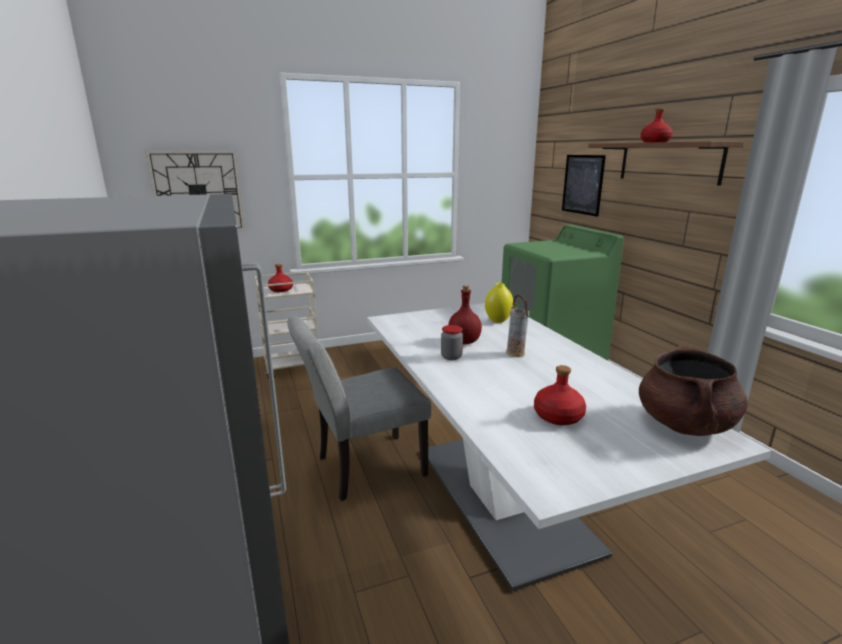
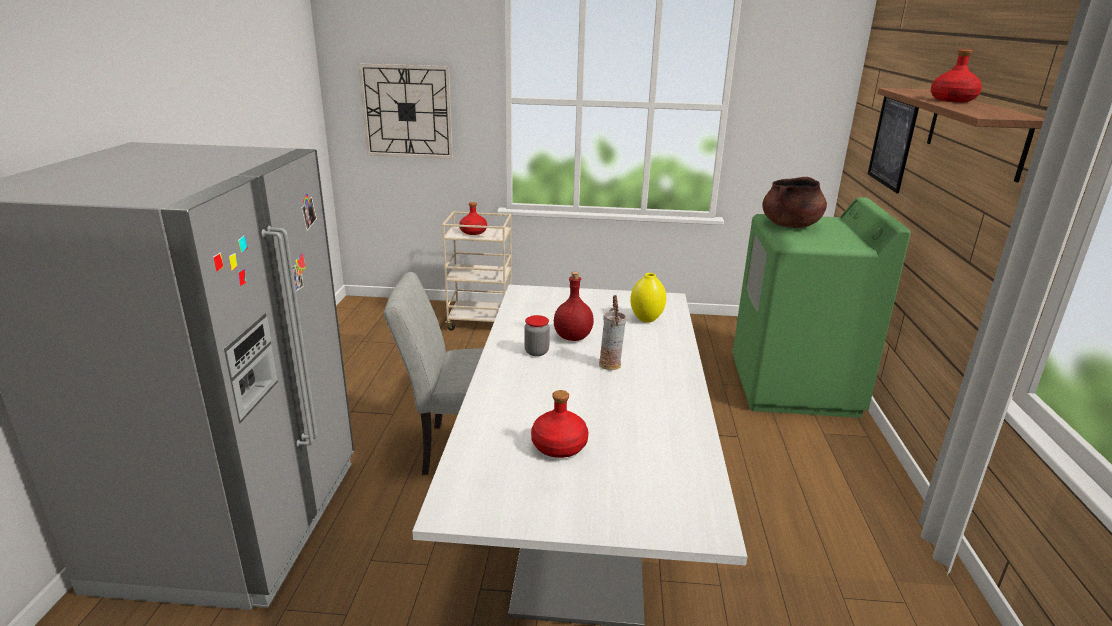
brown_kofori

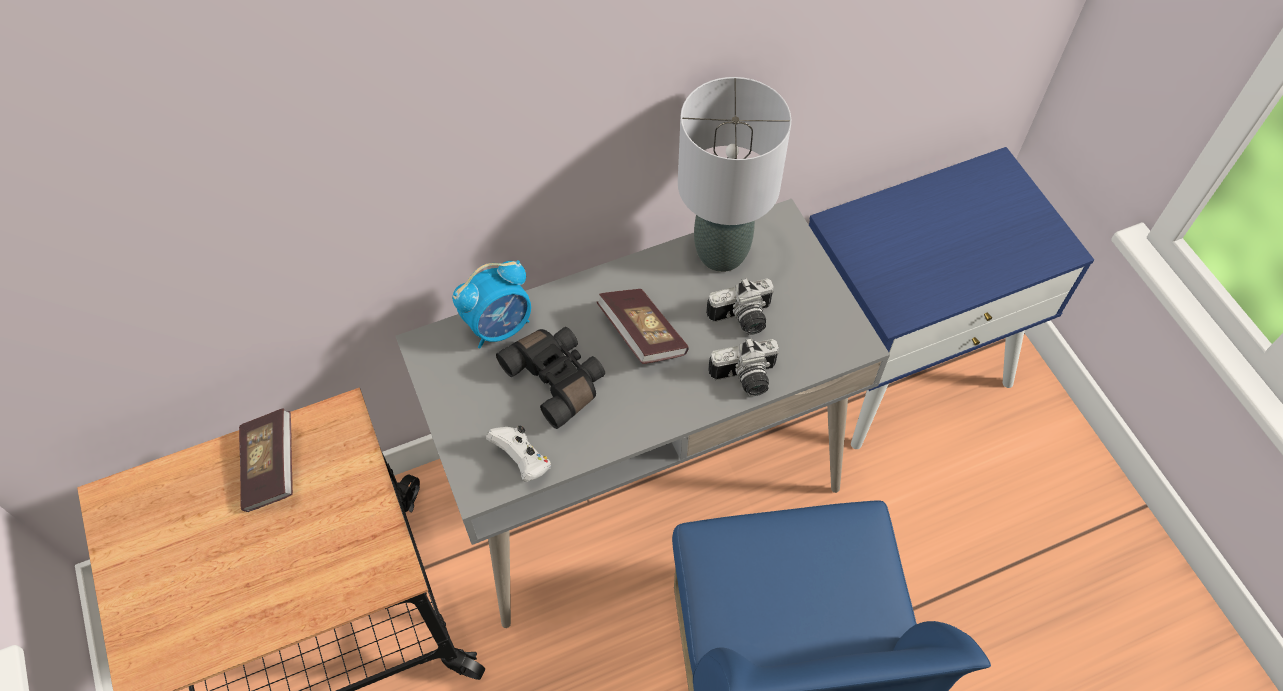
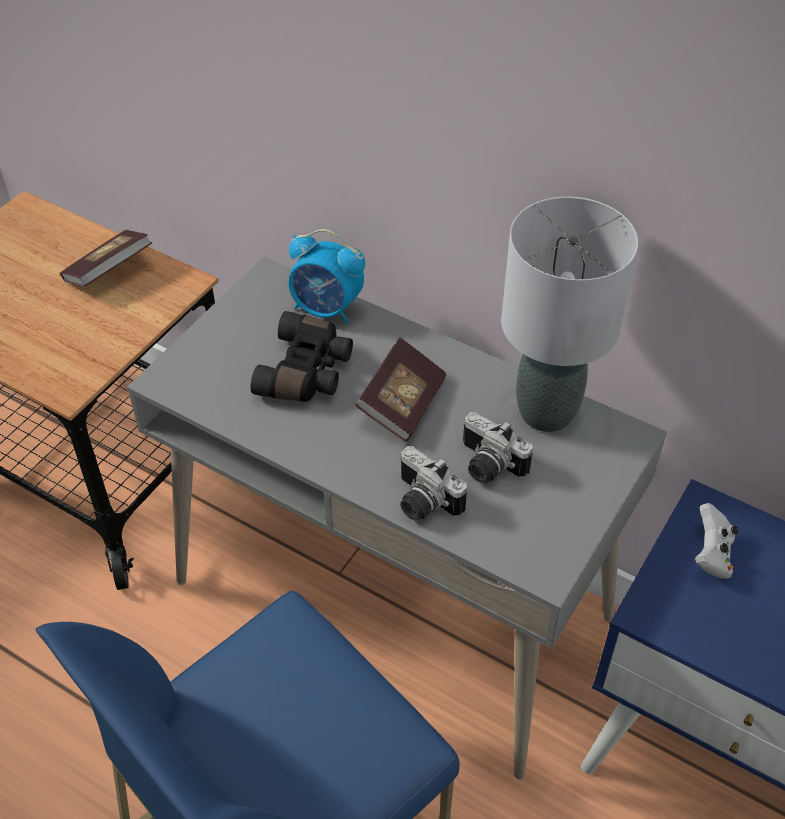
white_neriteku

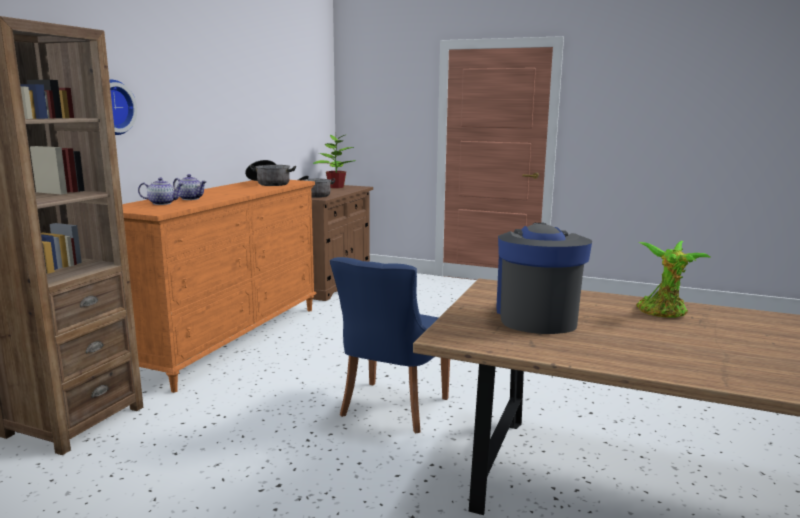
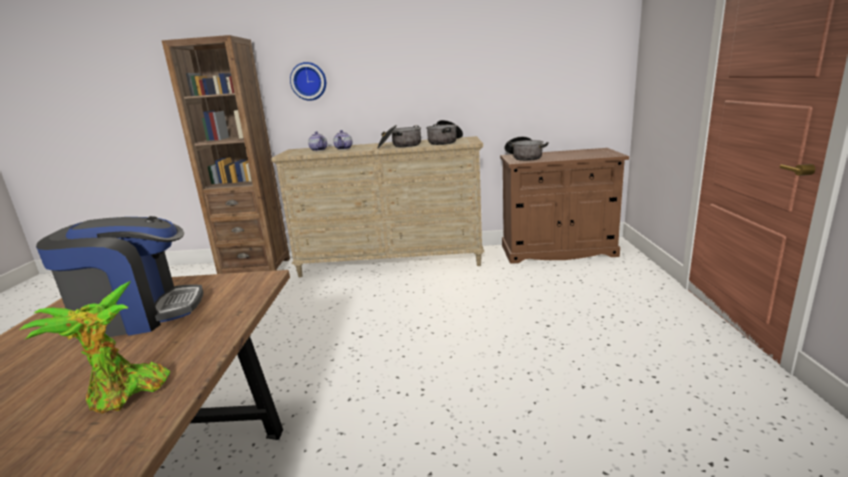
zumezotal (no. 1 from left in the first image); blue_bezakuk; kofori (no. 1 from left); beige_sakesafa

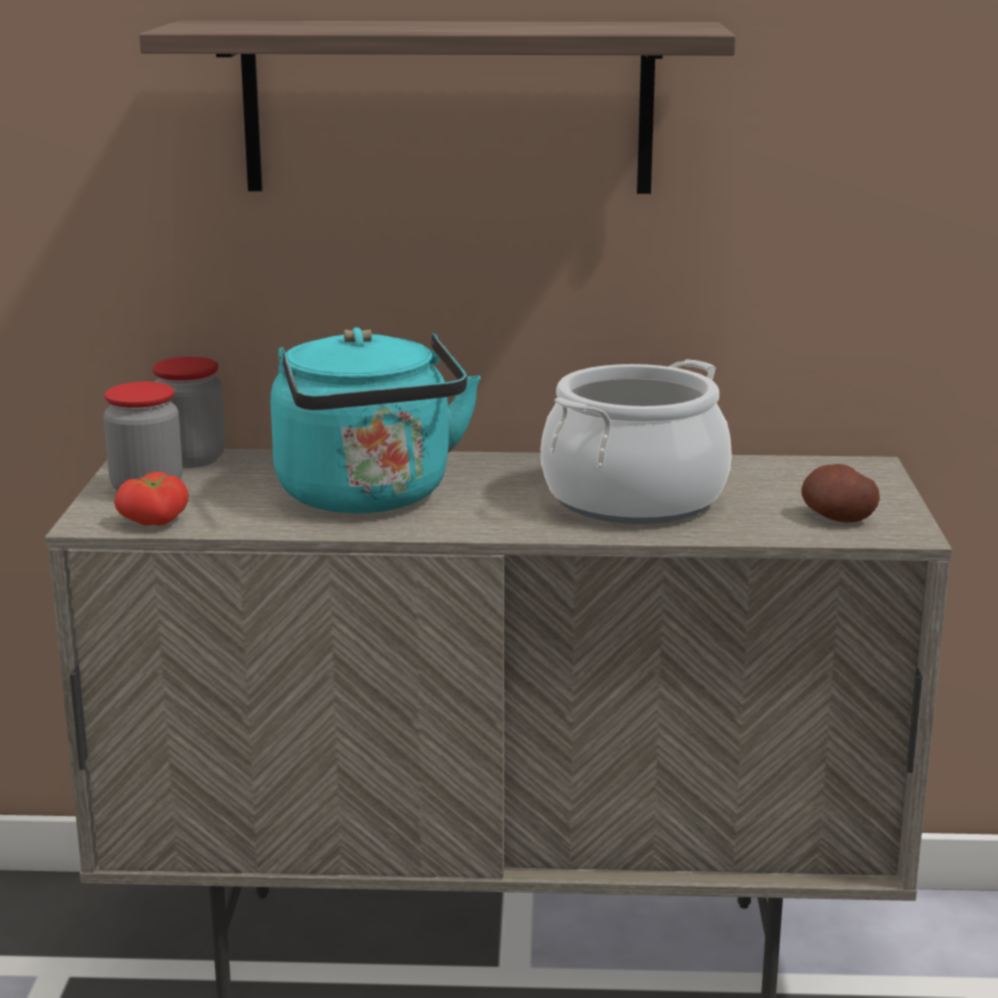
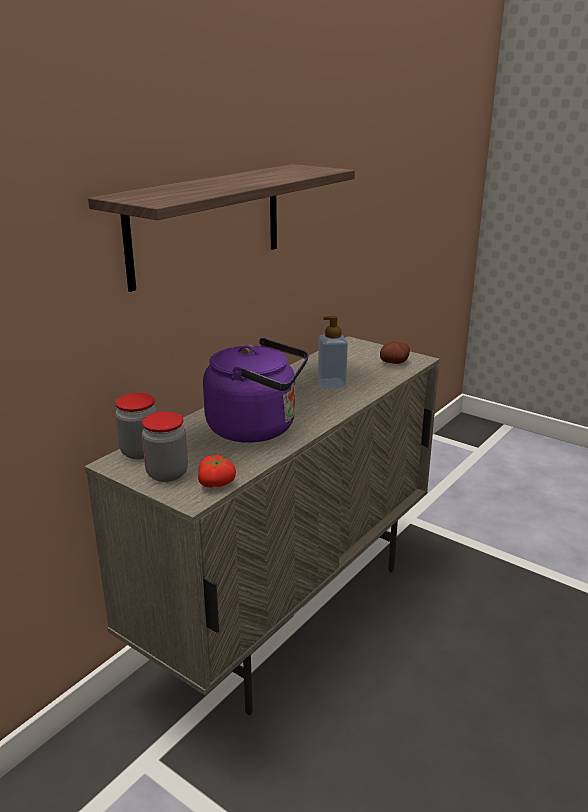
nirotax; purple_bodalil

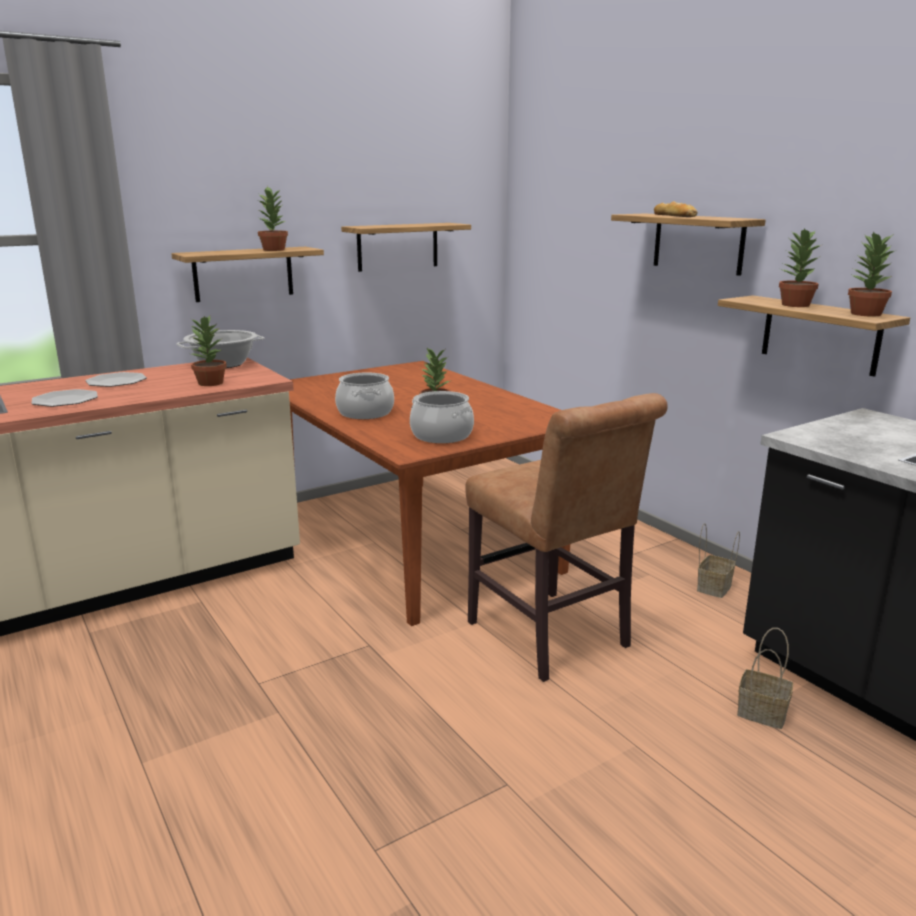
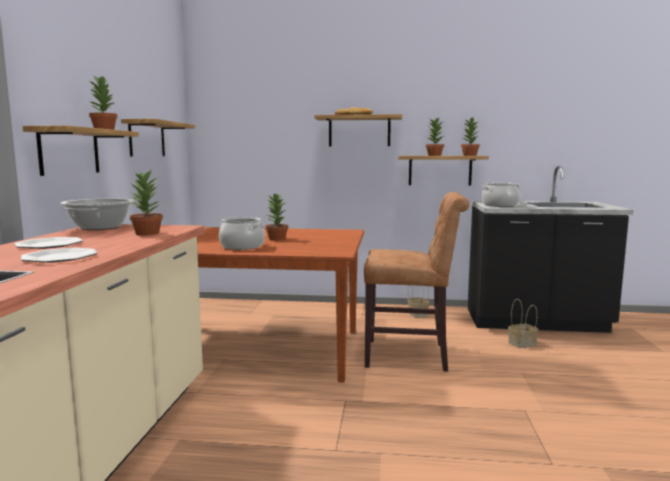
kofori (no. 3 from left)

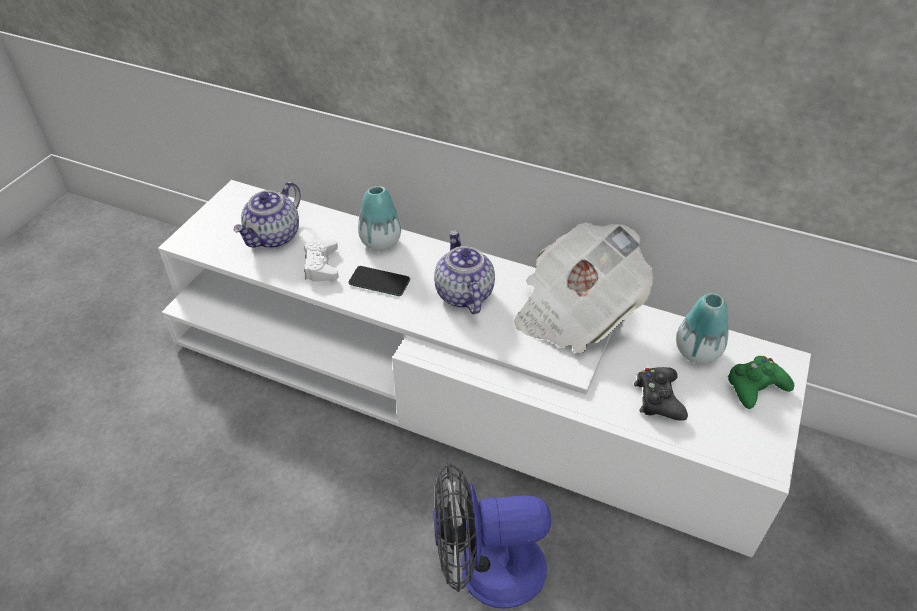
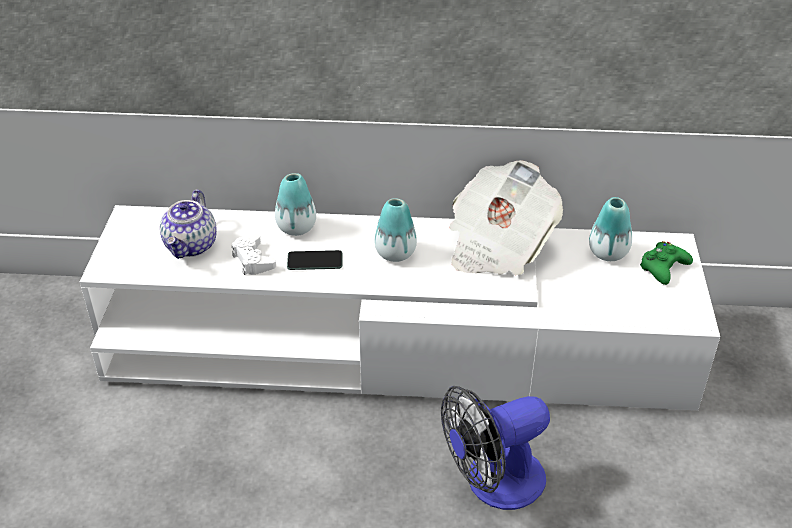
black_neriteku; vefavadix (no. 2 from left)

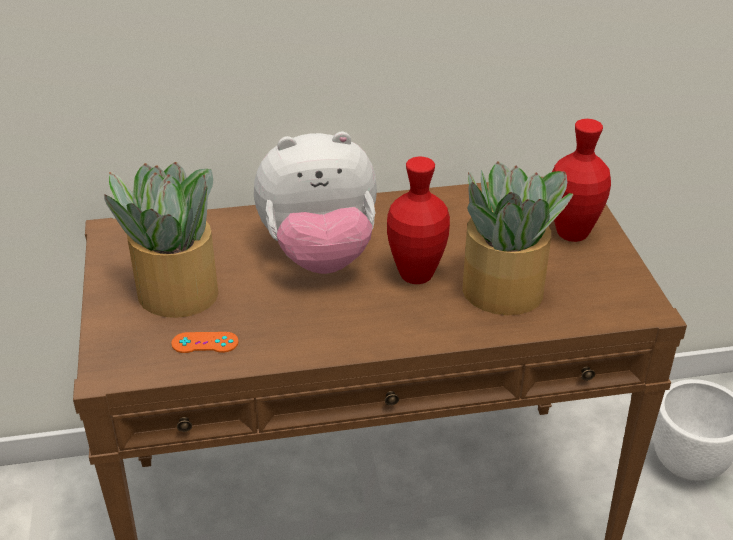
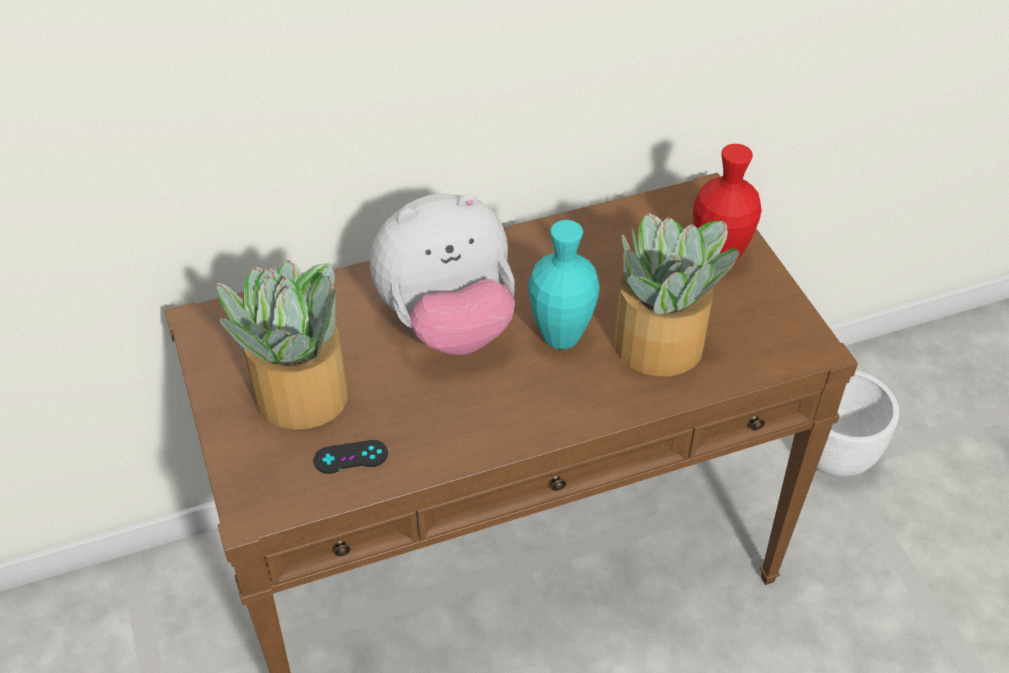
black_neriteku; turquoise_vefavadix

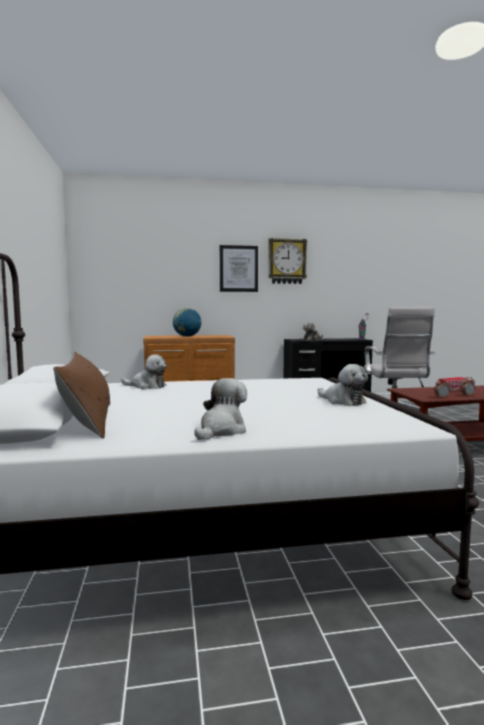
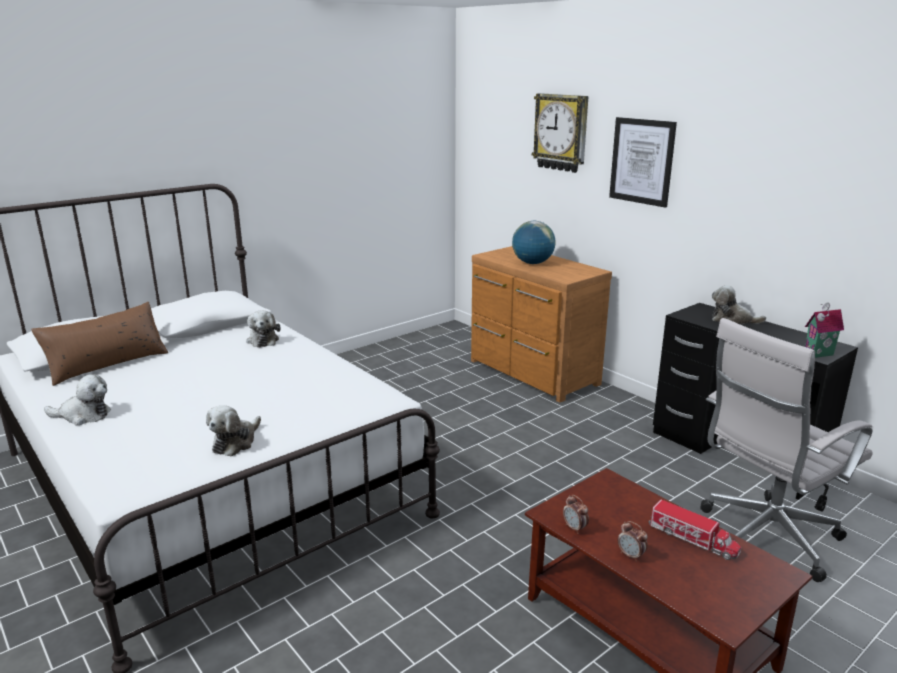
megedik

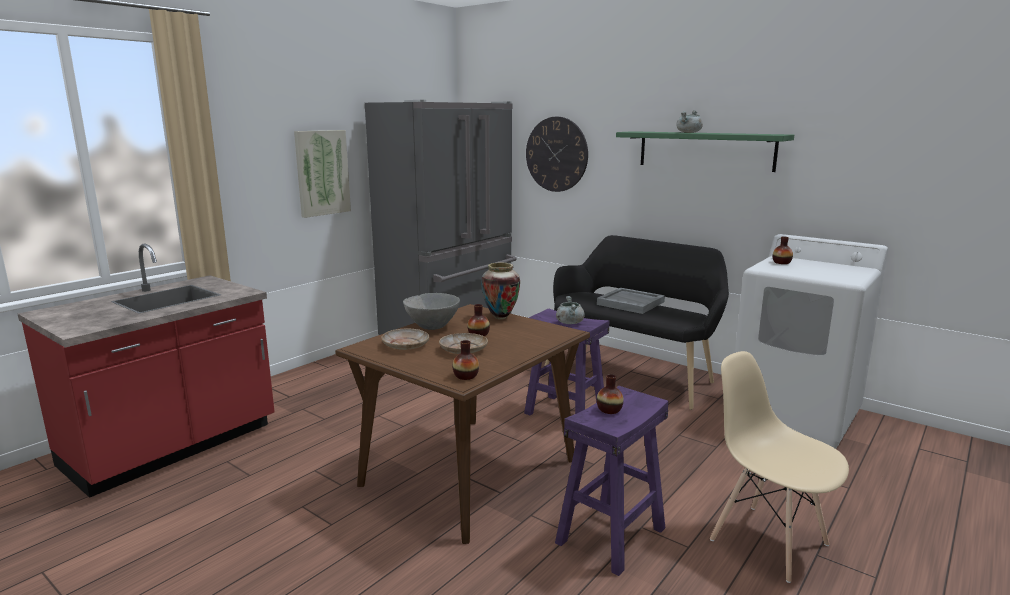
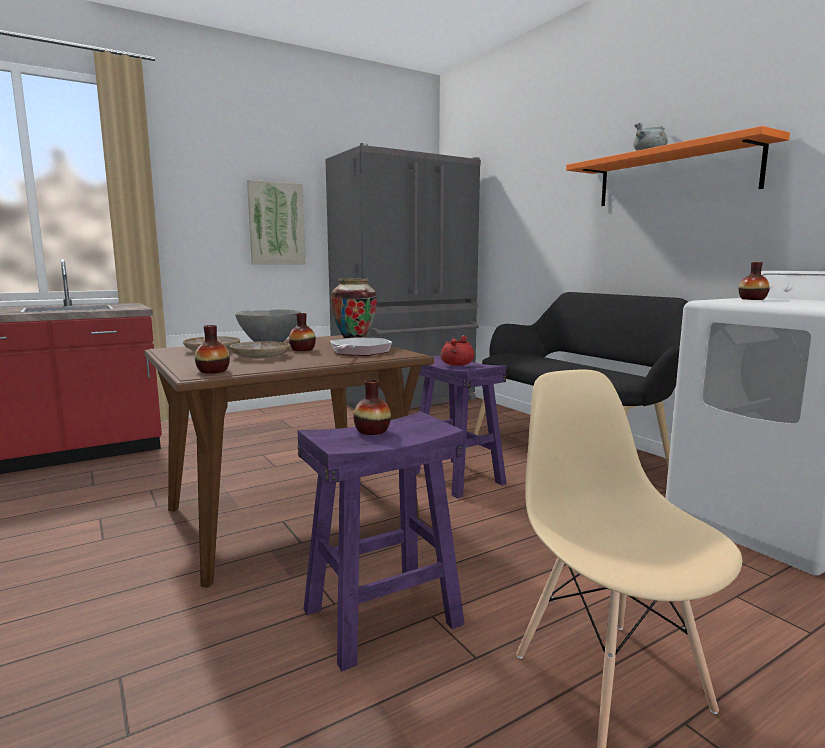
megedik; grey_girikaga; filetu; red_kofori; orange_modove

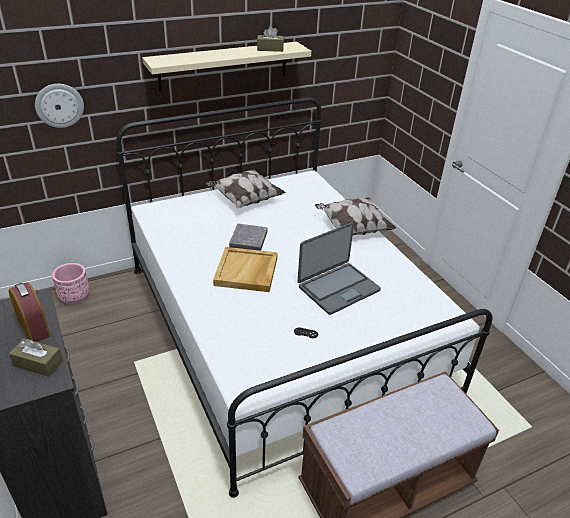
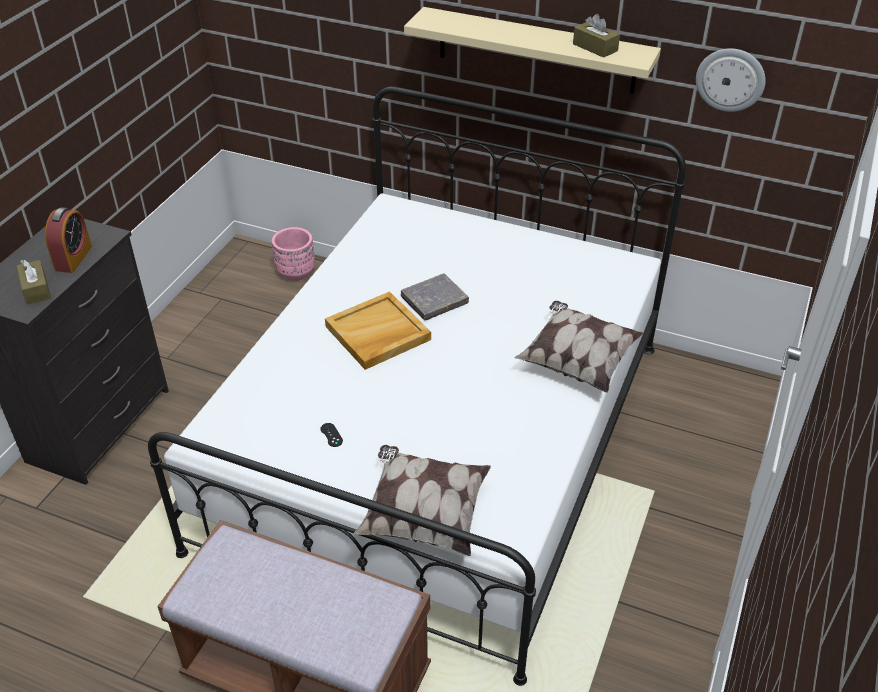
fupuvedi; megedik; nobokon (no. 1 from left)

